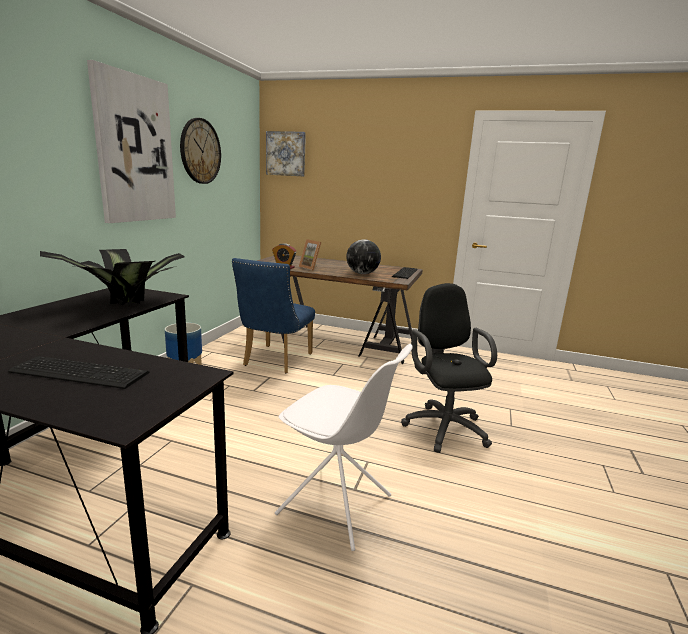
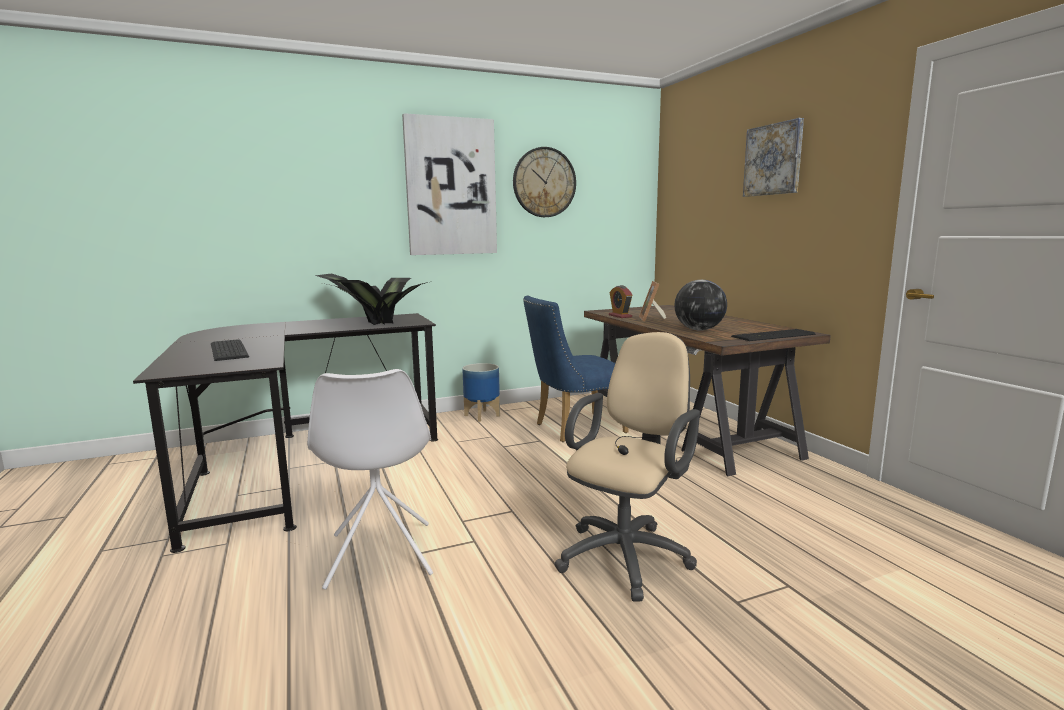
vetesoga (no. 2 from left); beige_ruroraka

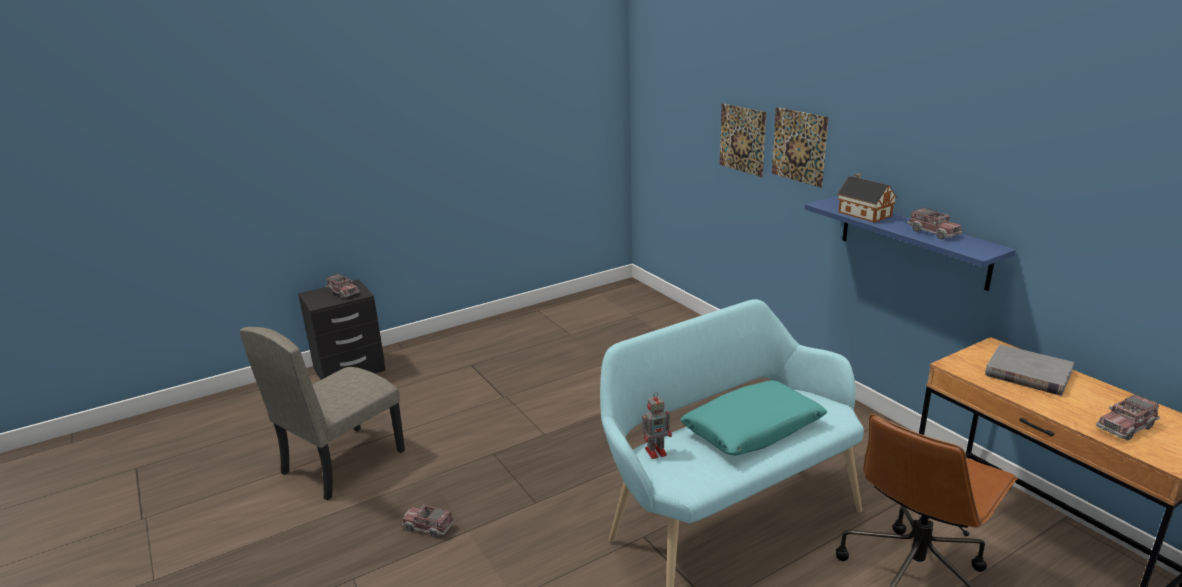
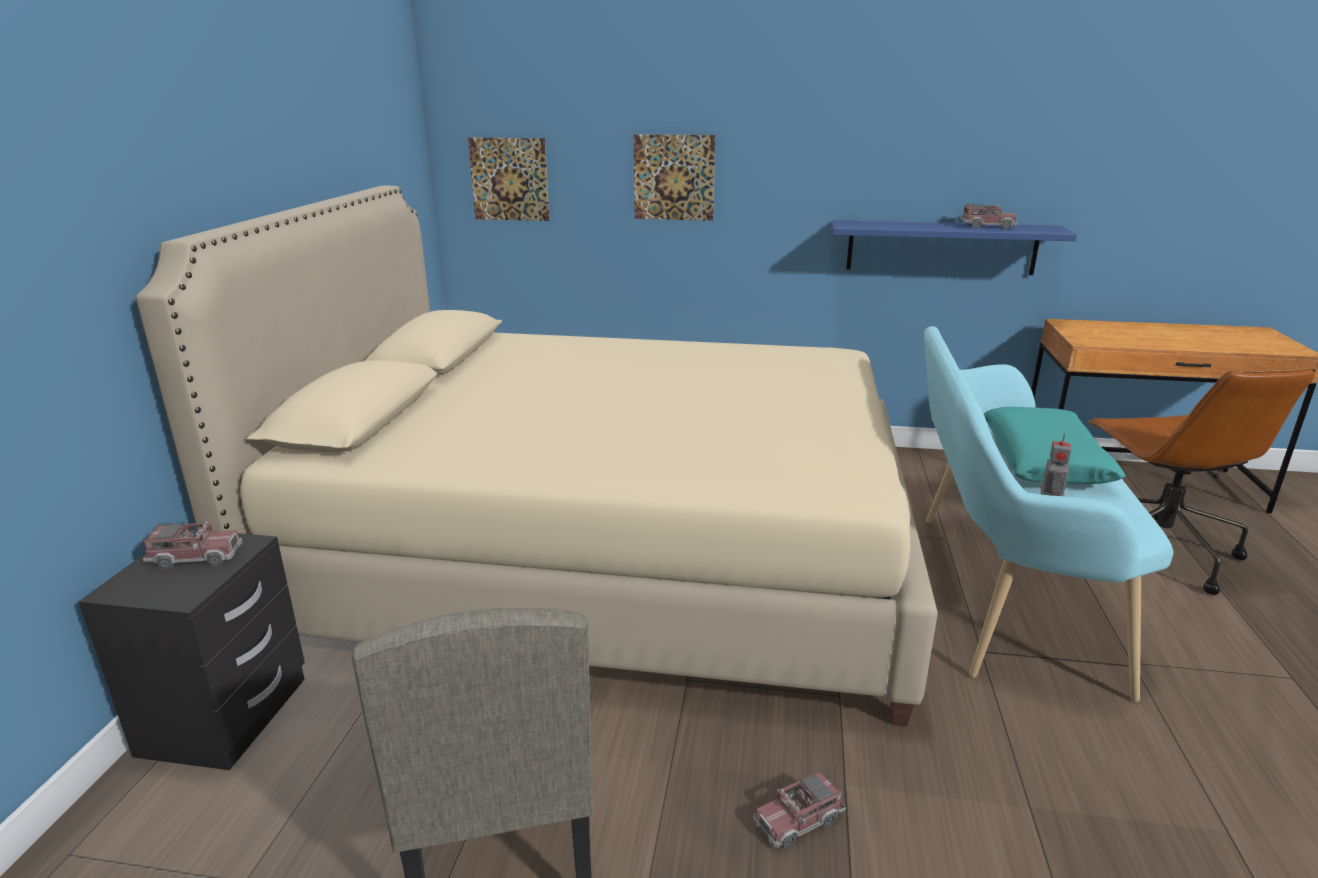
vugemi; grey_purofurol; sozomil (no. 4 from left in the first image); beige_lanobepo; vetesoga (no. 1 from left)

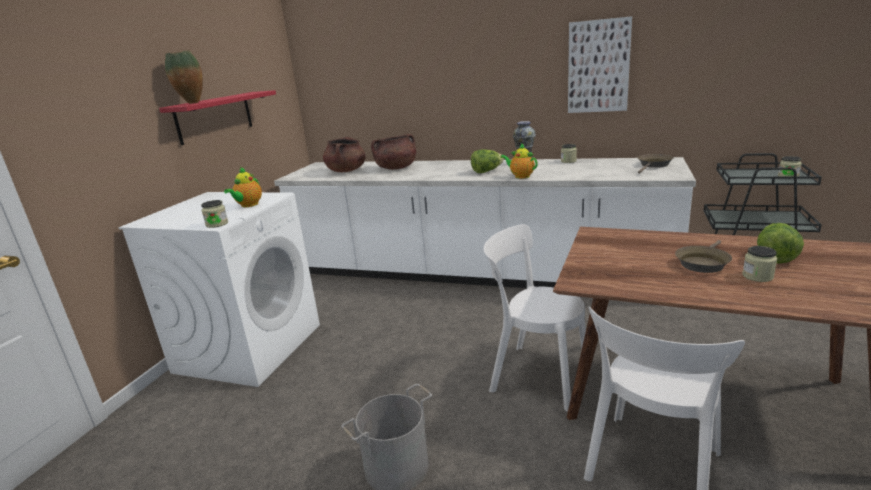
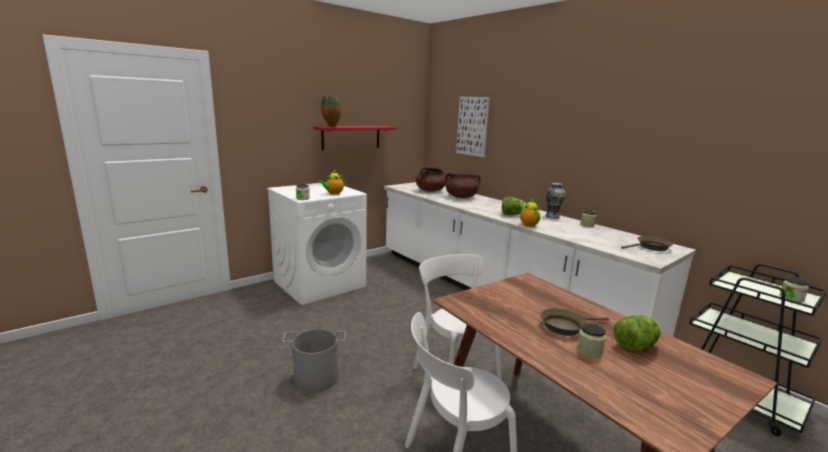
vetesoga

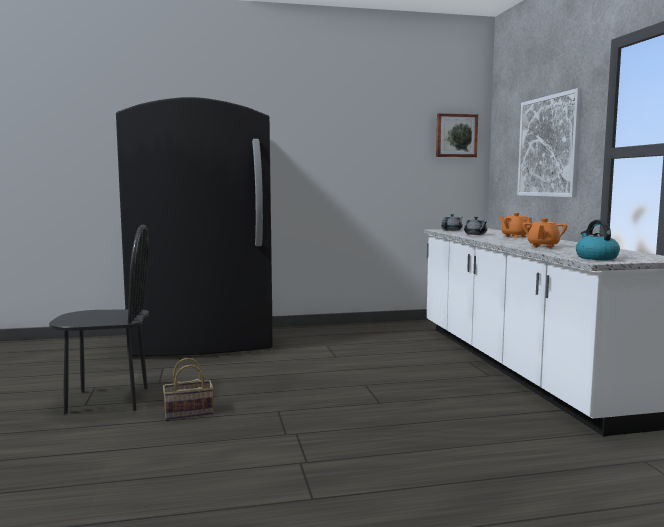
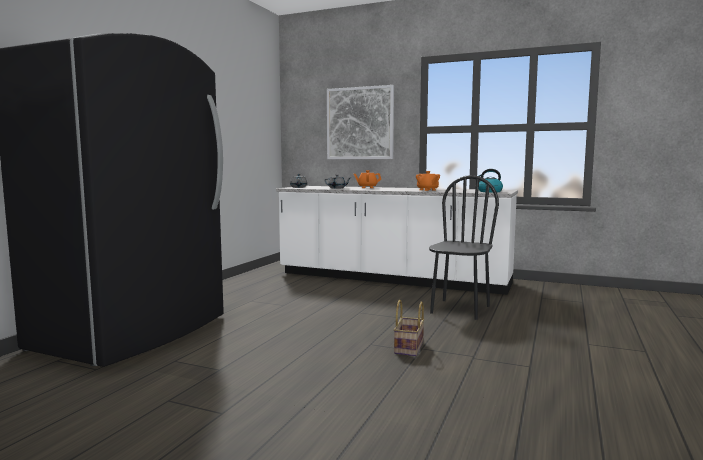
vetesoga (no. 1 from left in the first image); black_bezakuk; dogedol

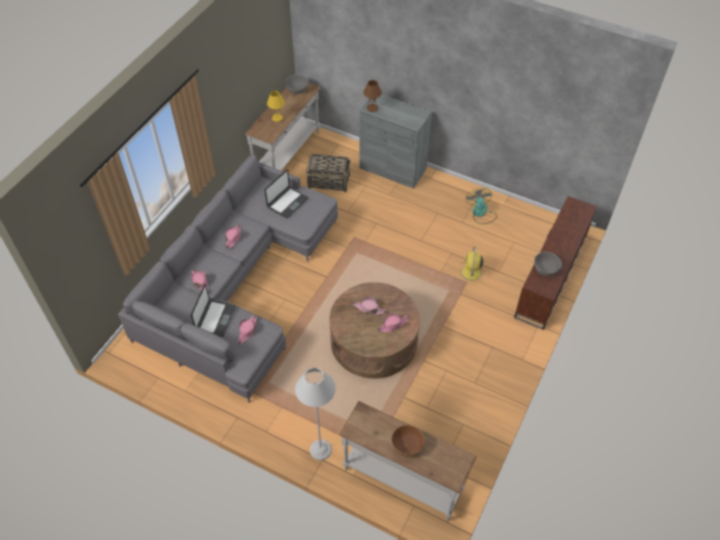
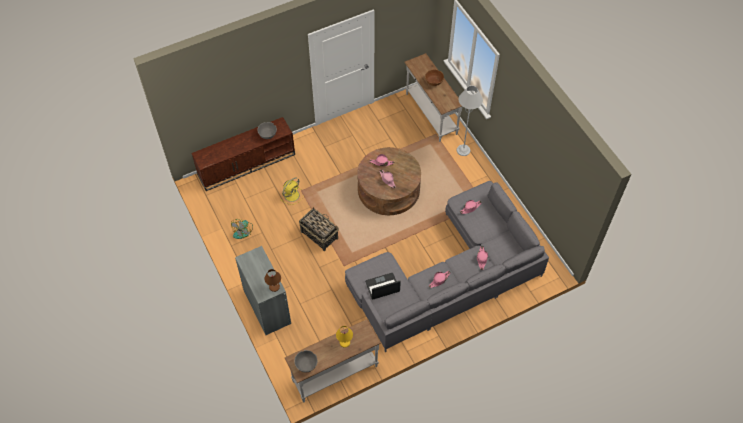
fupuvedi (no. 1 from left in the first image); dogedol

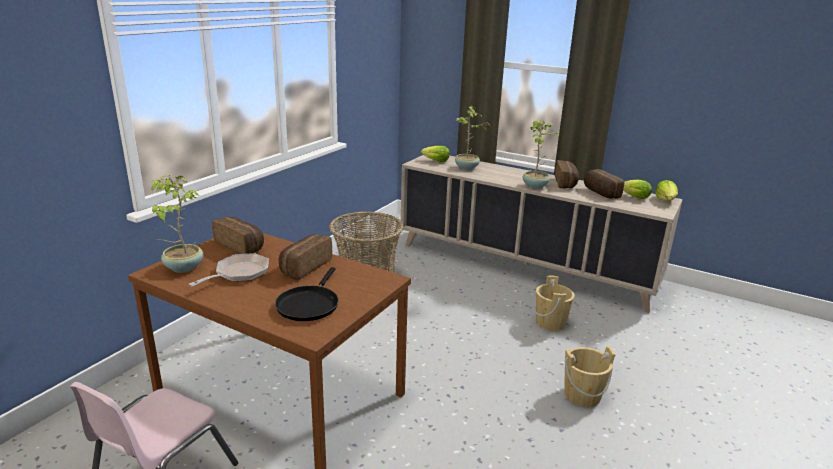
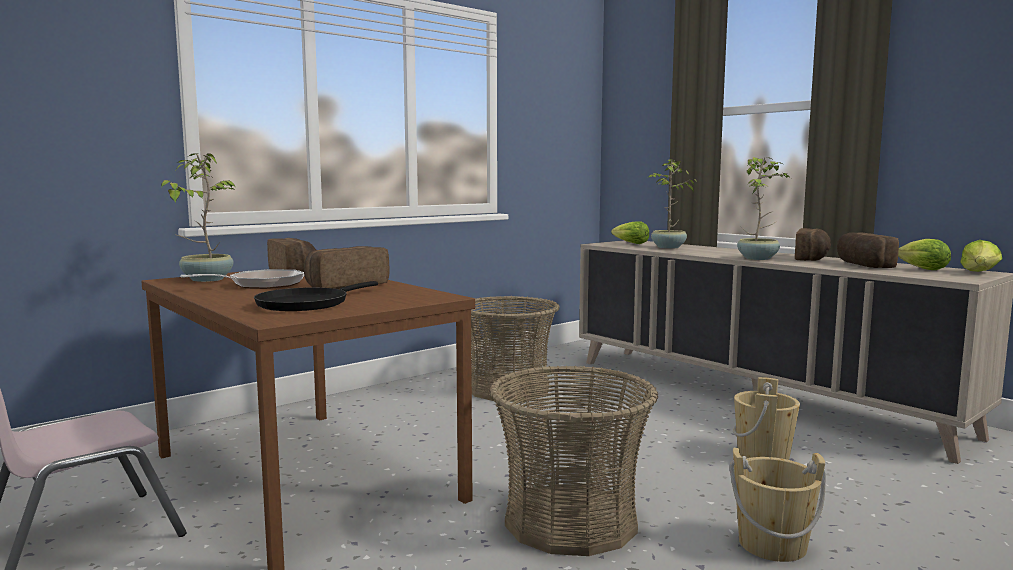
dogedol (no. 2 from left)

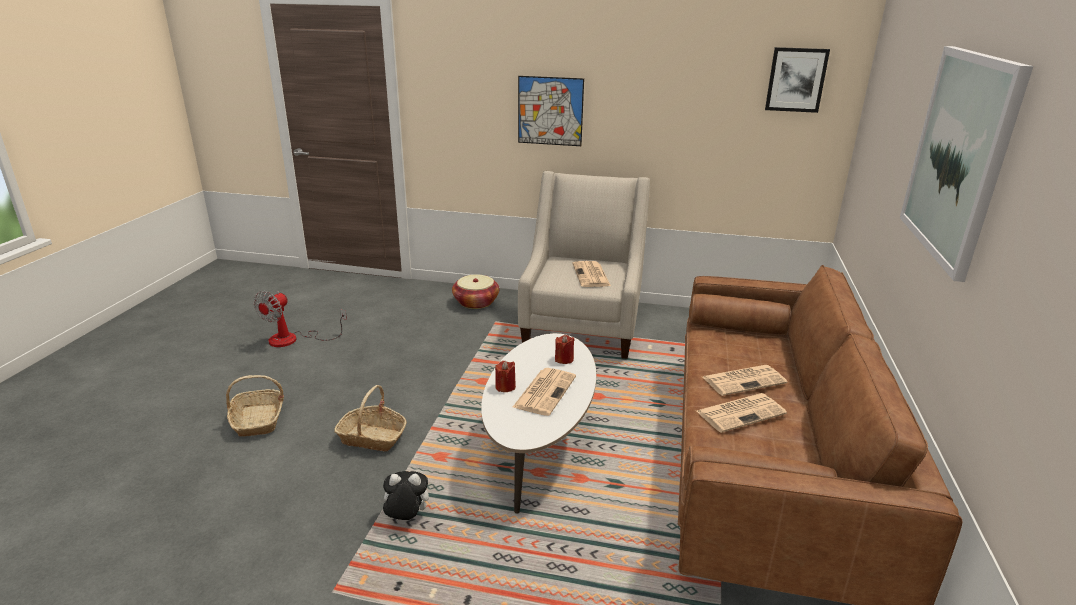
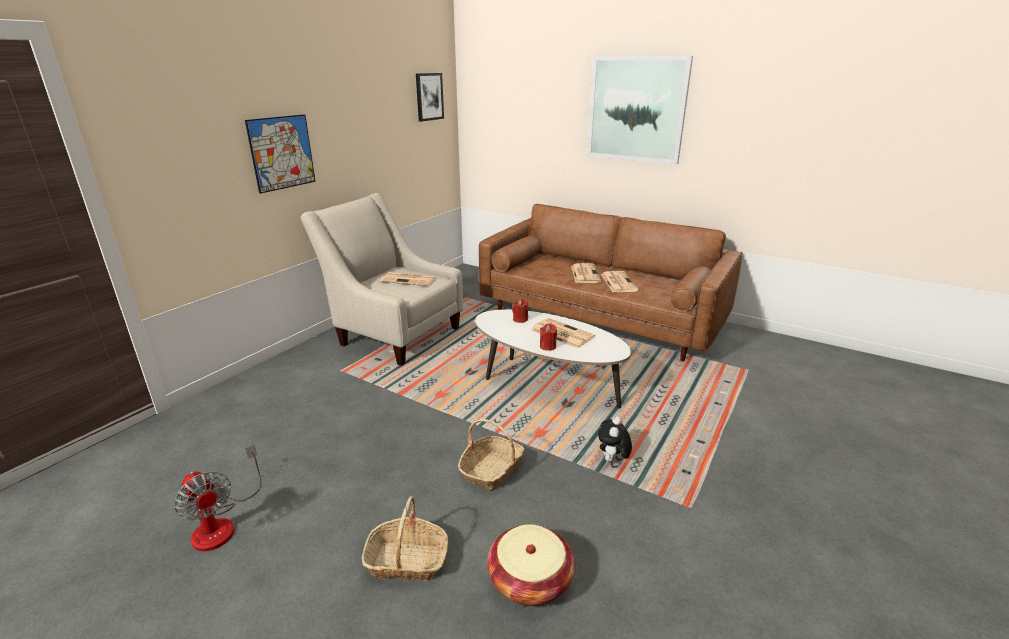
dogedol (no. 3 from left)

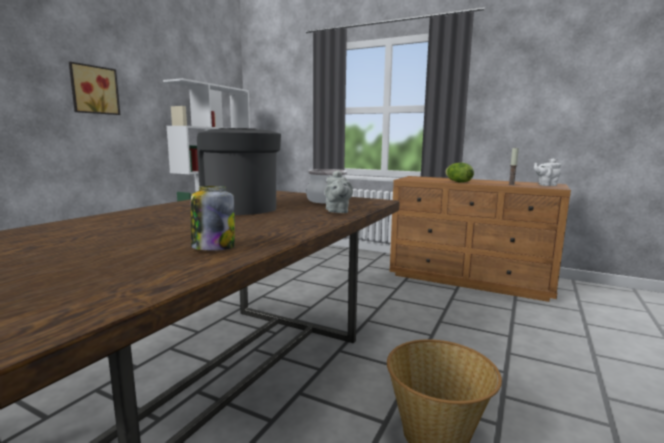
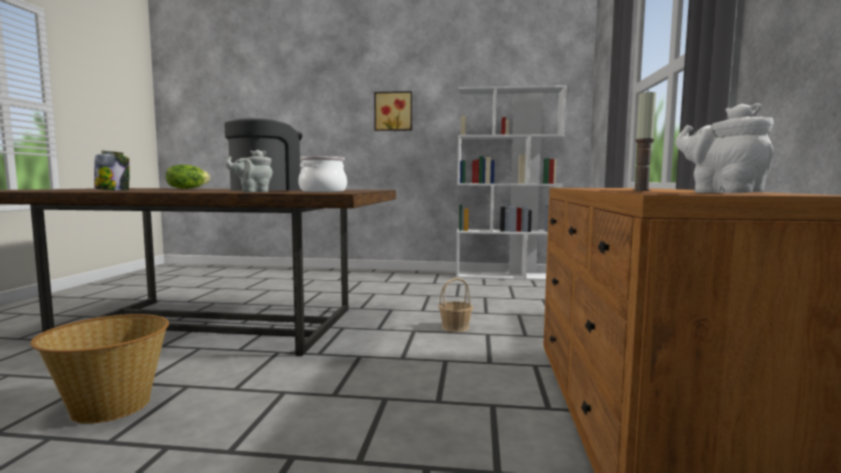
dogedol (no. 2 from left); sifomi

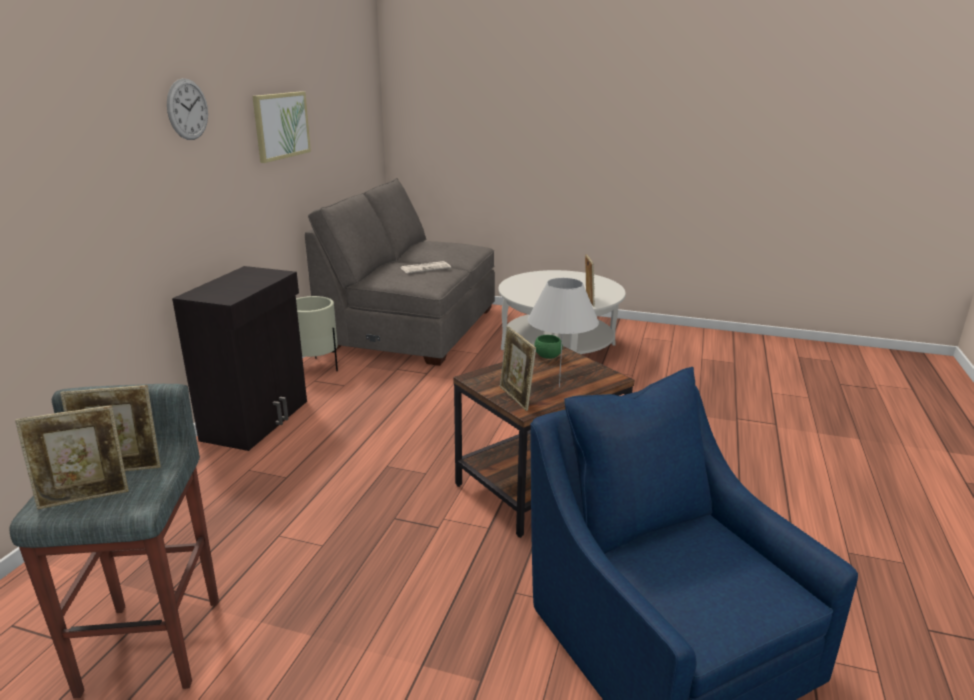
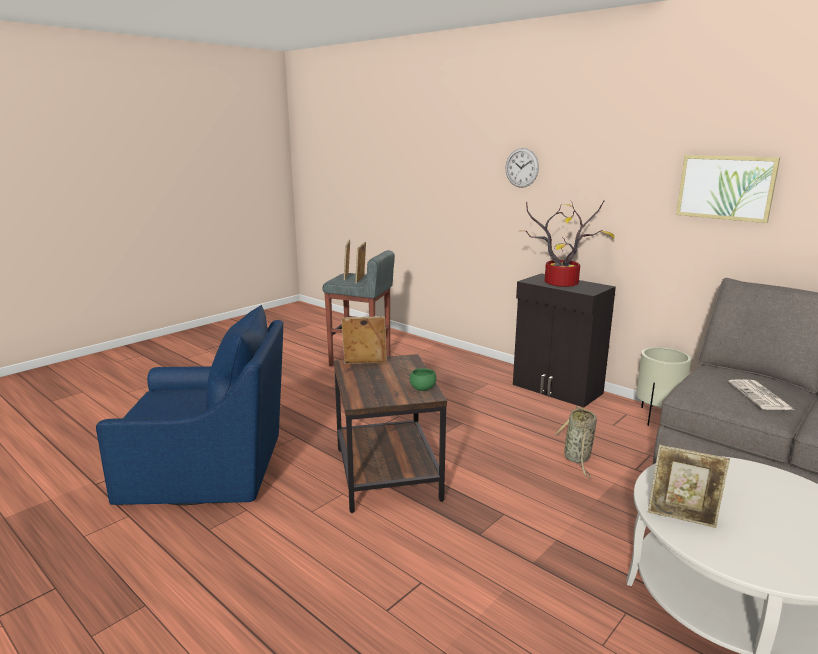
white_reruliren; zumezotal; dogedol; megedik

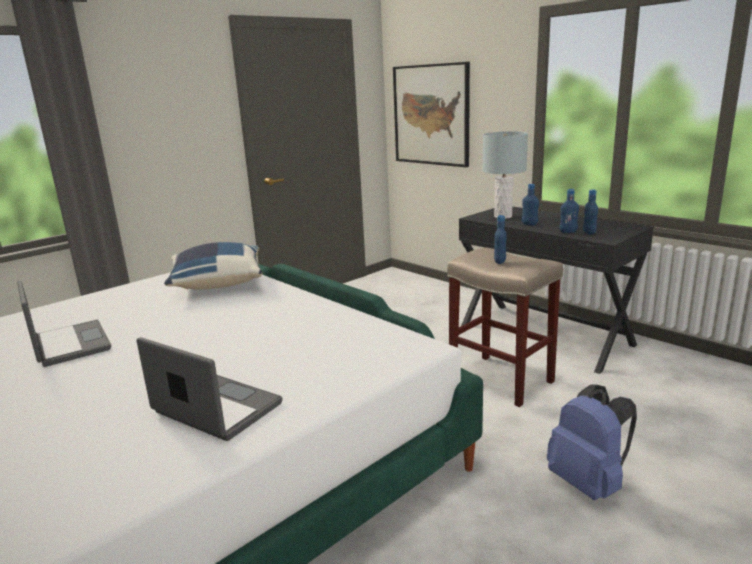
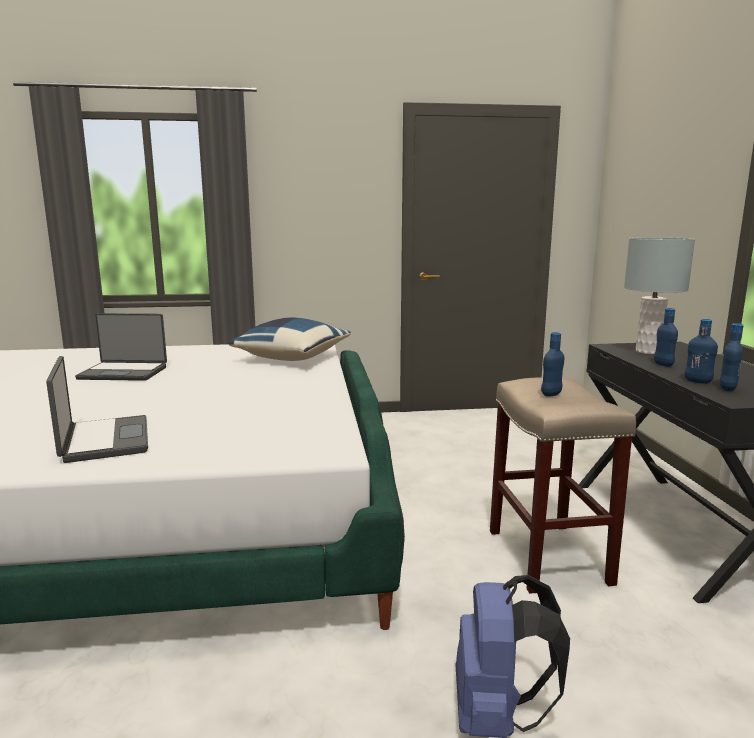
vetesoga; fupuvedi (no. 2 from left)

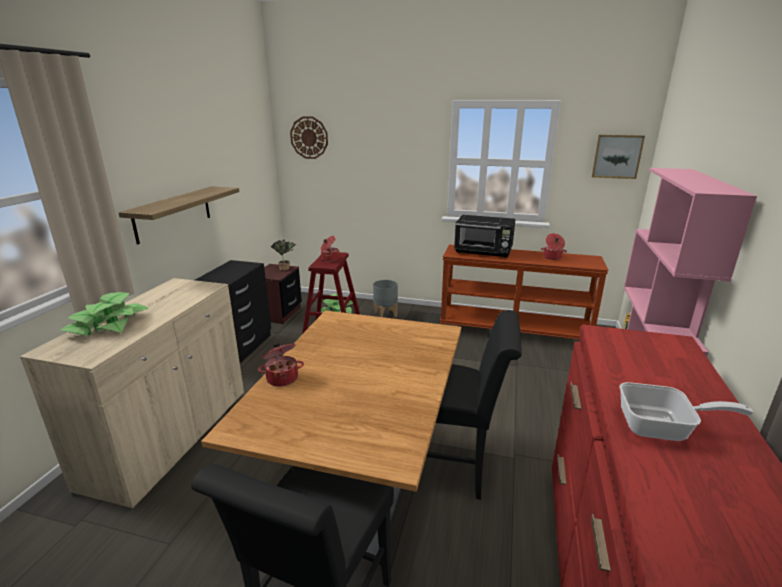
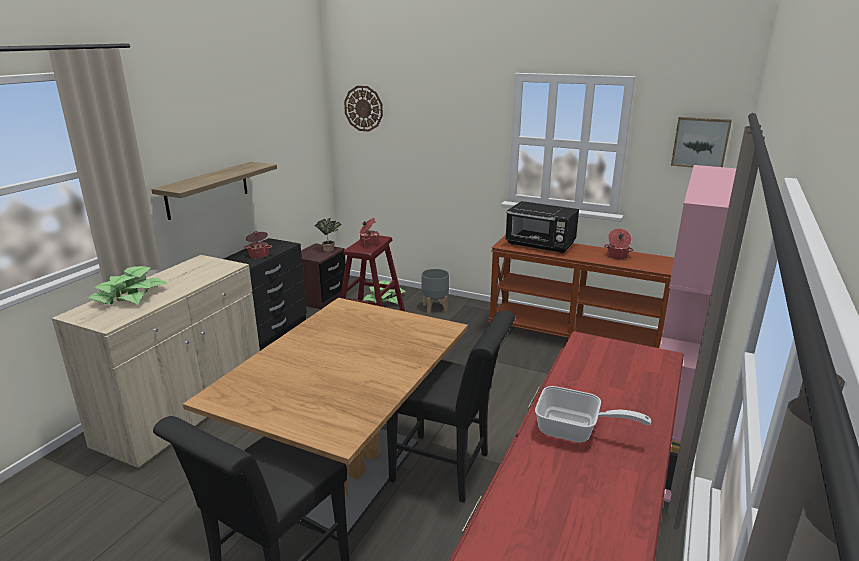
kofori (no. 1 from left)

